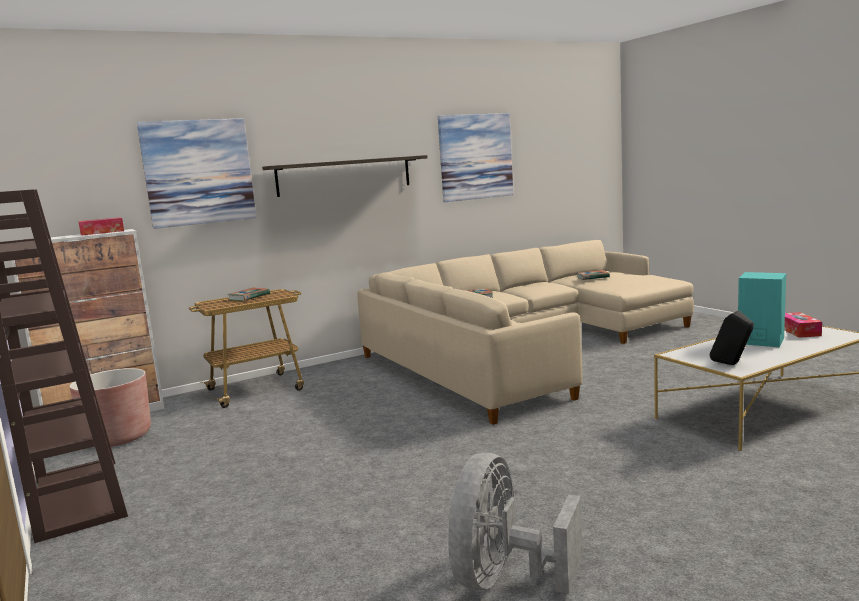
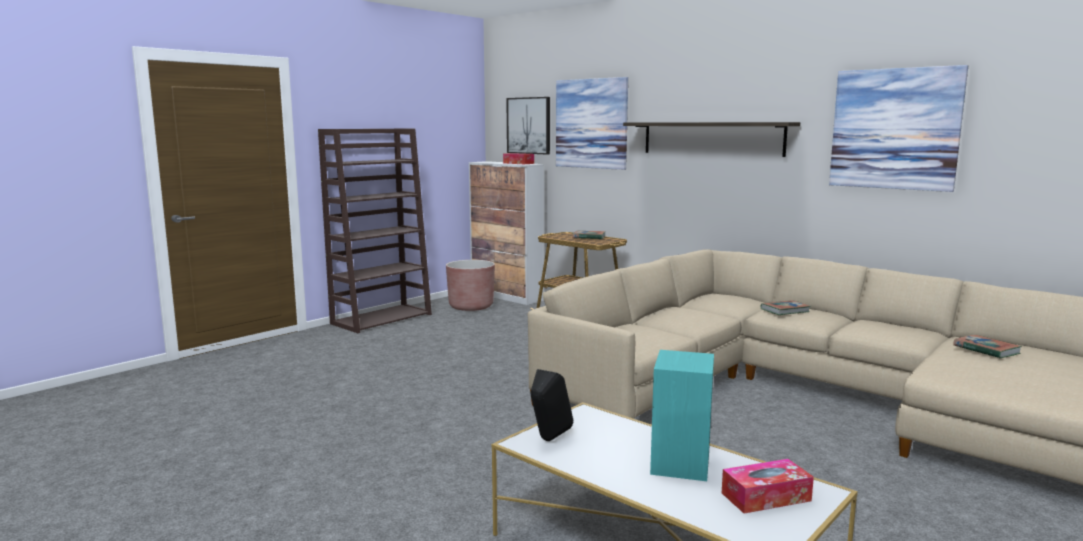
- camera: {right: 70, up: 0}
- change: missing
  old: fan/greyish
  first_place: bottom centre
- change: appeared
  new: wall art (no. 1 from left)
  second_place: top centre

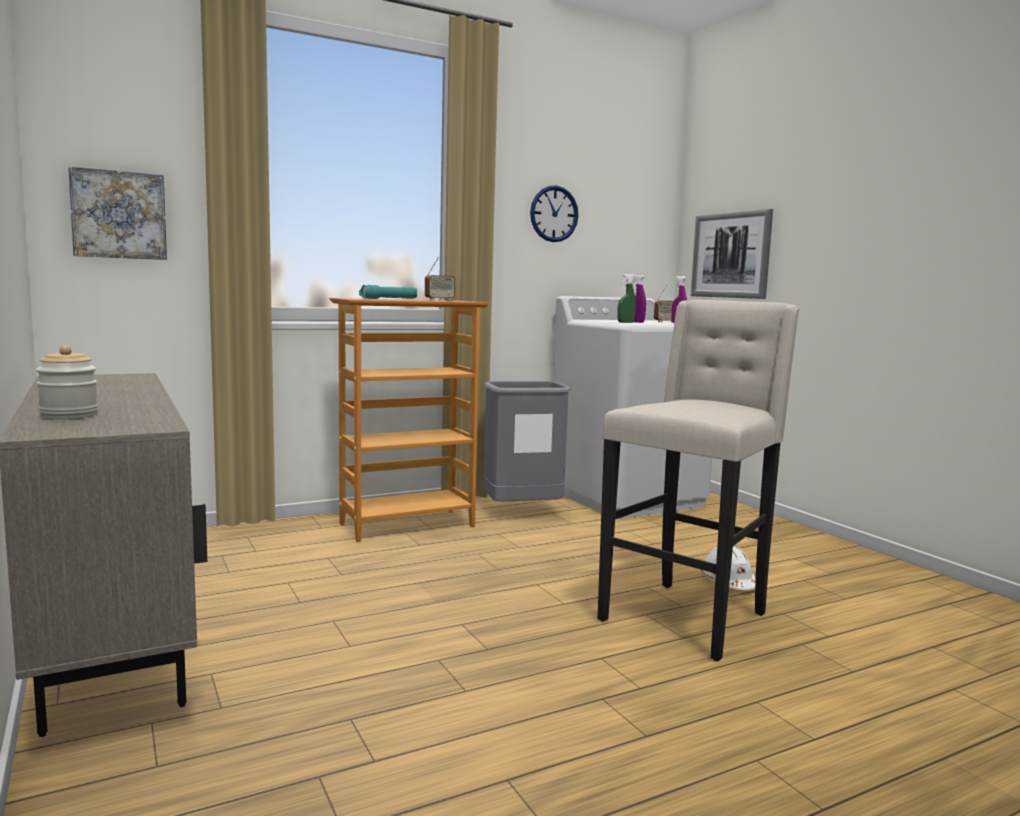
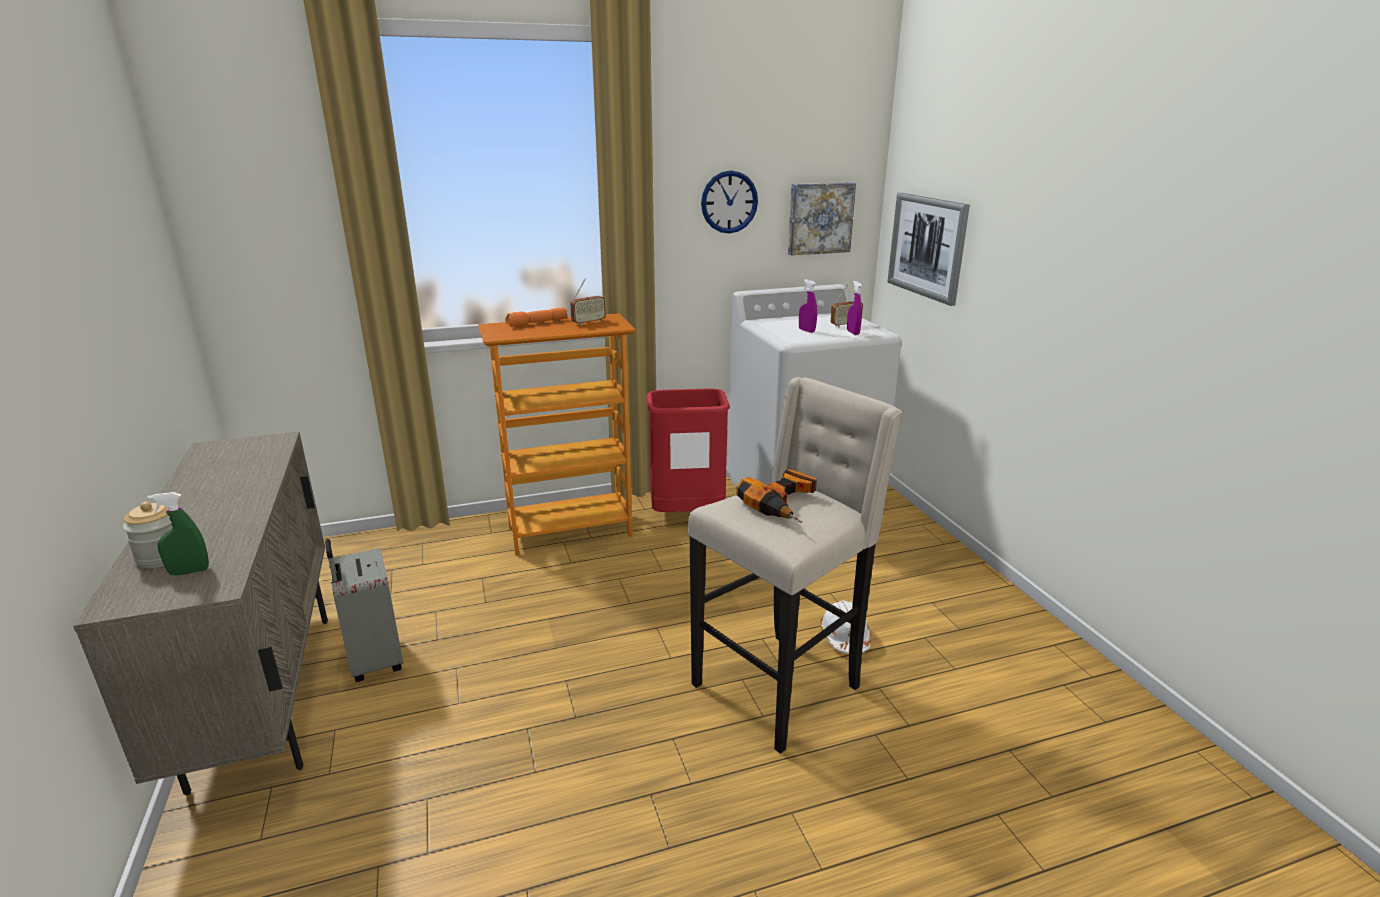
- camera: {right: 10, up: 15}
- change: appeared
  new: suitcase/greyish
  second_place: bottom left
- change: appeared
  new: electric drill
  second_place: centre
- change: relocated
  old: wall art (no. 1 from left)
  first_place: top left
  second_place: top centre
- change: relocated
  old: spray bottle/greenish
  first_place: centre
  second_place: middle left
- change: colour
  old: torch/blue-green
  new: torch/orangey
  first_place: centre
  second_place: centre
- change: colour
  old: waste bin/greyish
  new: waste bin/red-coloured
  first_place: centre
  second_place: centre

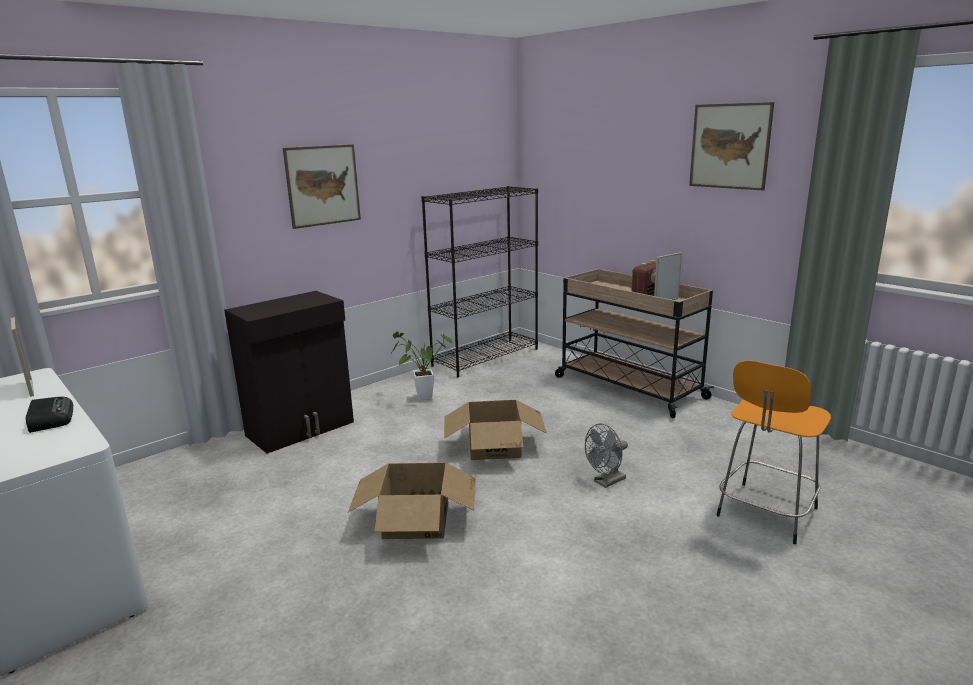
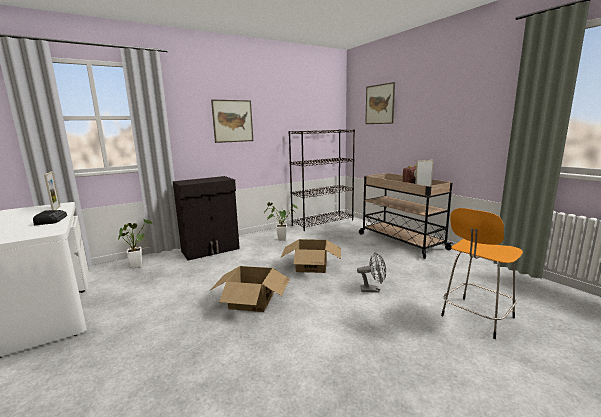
- camera: {right: 10, up: -5}
- change: appeared
  new: plant in a pot (no. 1 from left)
  second_place: middle left
- change: relocated
  old: wall art (no. 2 from left)
  first_place: top right
  second_place: top centre
- change: spun
  old: fan/greyish
  first_place: centre
  second_place: centre
  degrees: -150

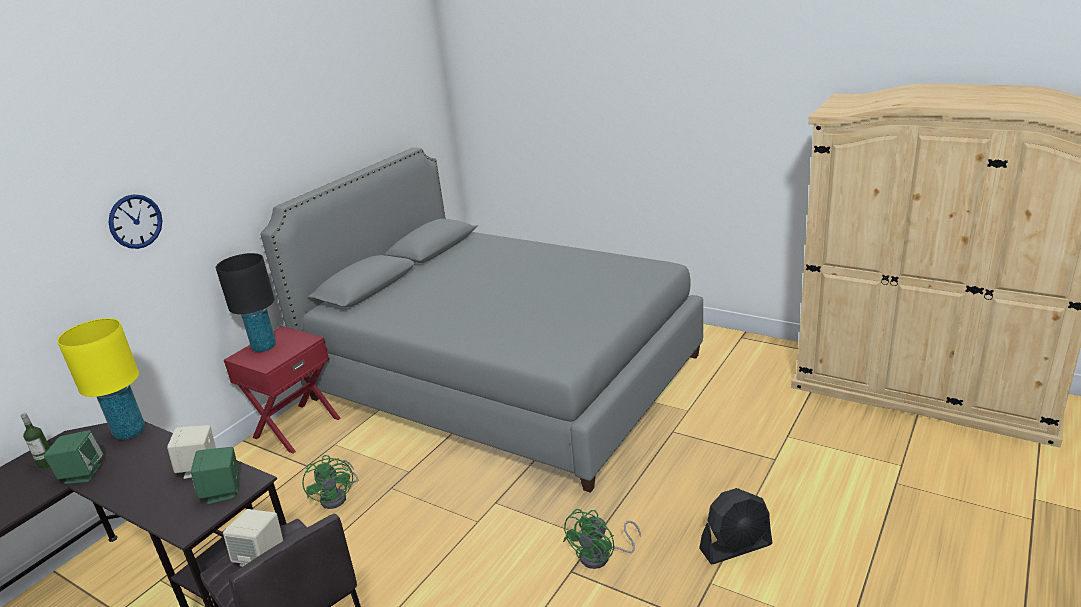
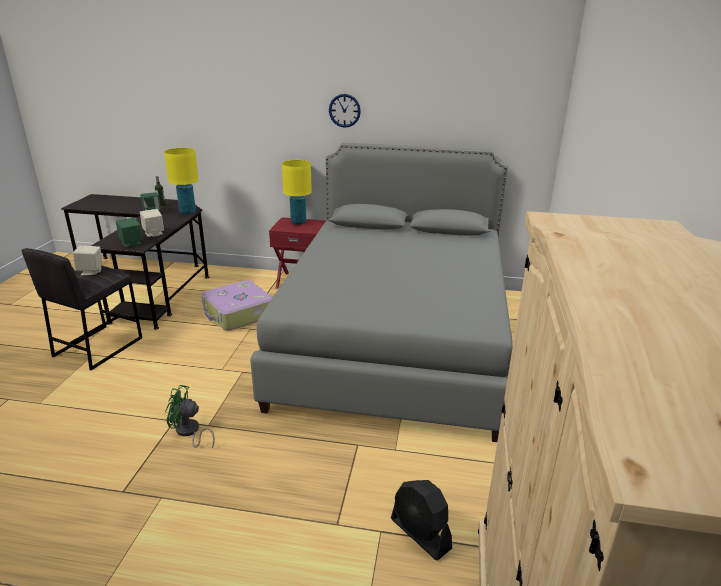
- camera: {right: 65, up: 0}
- change: relocated
  old: hanging clock
  first_place: middle left
  second_place: top centre
- change: relocated
  old: fan/black
  first_place: bottom right
  second_place: bottom centre
- change: exchanged
  old: fan/greenish (no. 1 from left)
  new: suitcase
  first_place: bottom left
  second_place: middle left
- change: colour
  old: tabletop lamp/black
  new: tabletop lamp/yellowish (no. 2 from left)
  first_place: middle left
  second_place: top centre

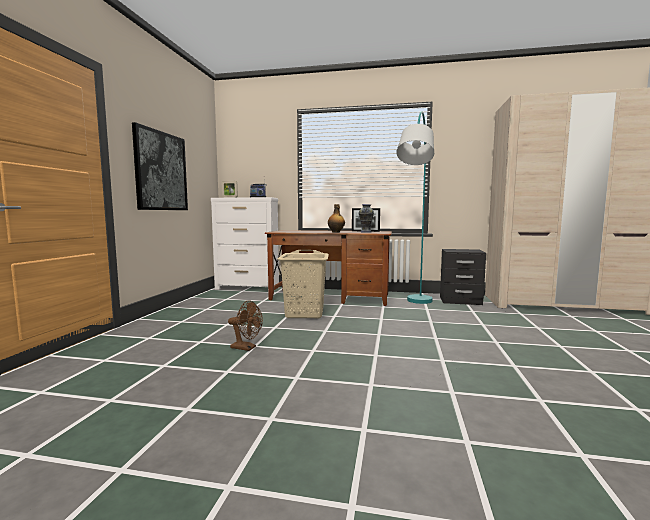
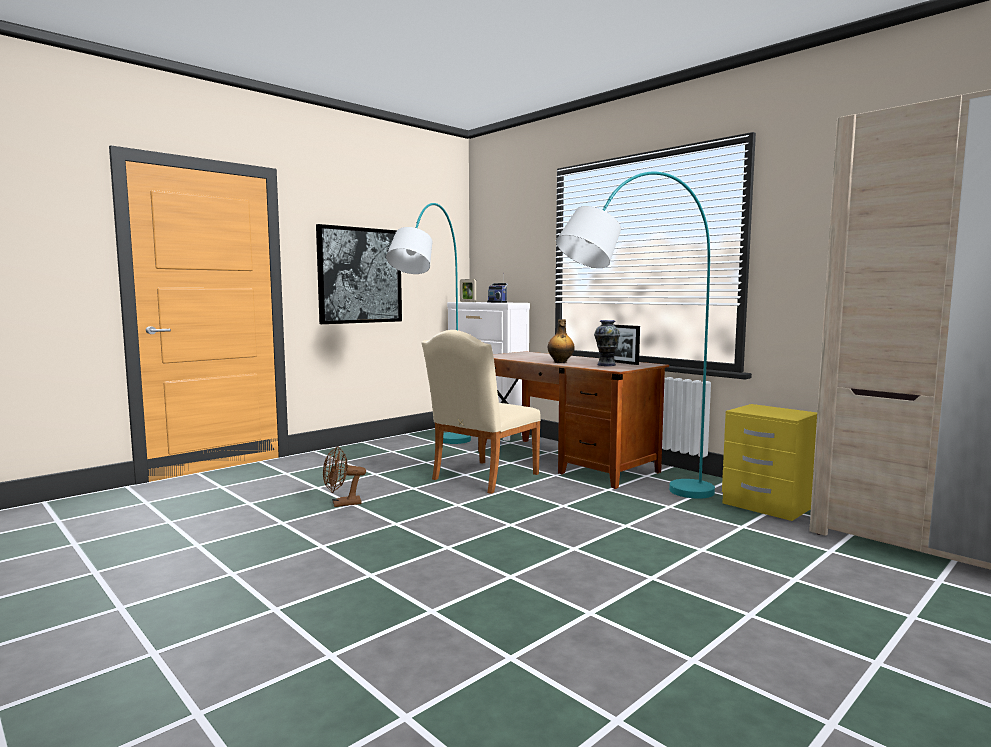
- camera: {right: 35, up: 0}
- change: appeared
  new: standing lamp/blue-green (no. 1 from left)
  second_place: centre
- change: exchanged
  old: hamper/beige-coloured
  new: upright chair/beige-coloured
  first_place: centre
  second_place: centre
- change: colour
  old: bedside table/black
  new: bedside table/yellowish
  first_place: middle right
  second_place: middle right
- change: spun
  old: fan/brown-coloured
  first_place: centre
  second_place: centre
  degrees: 105

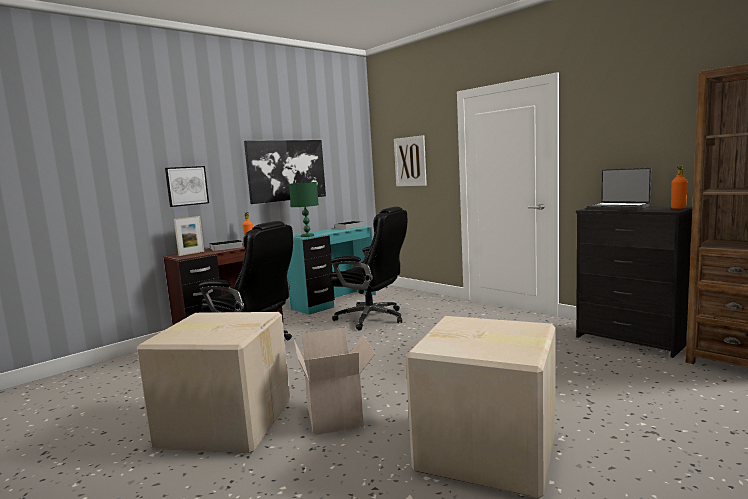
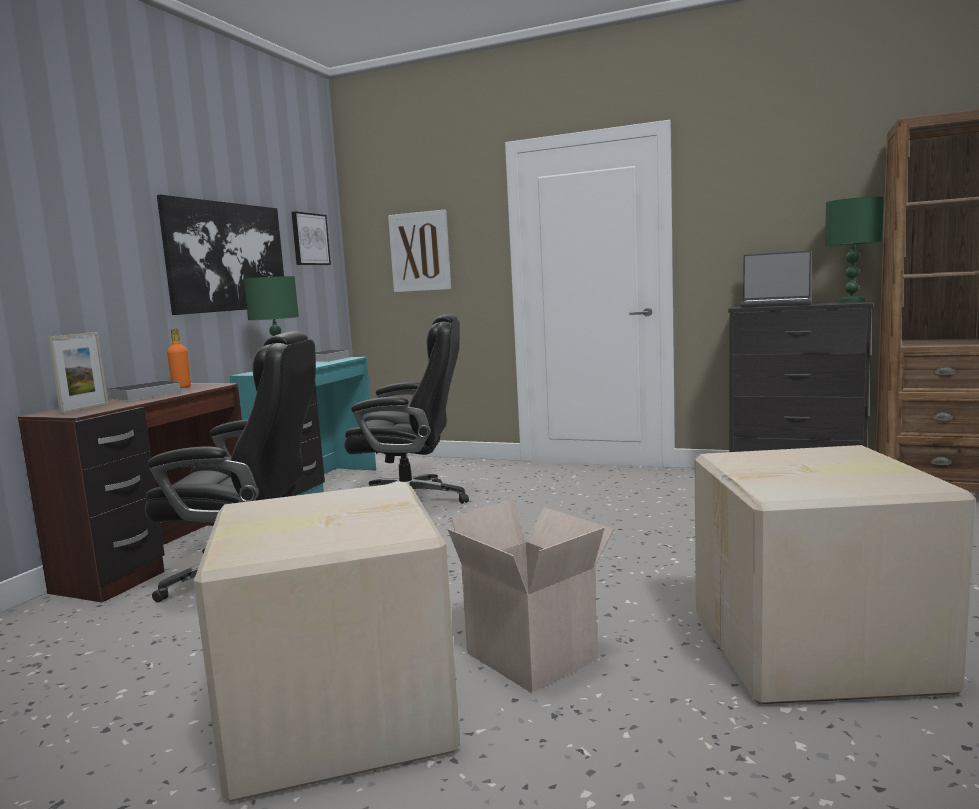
- camera: {right: -25, up: 0}
- change: relocated
  old: wall art (no. 1 from left in the first image)
  new: wall art (no. 2 from left)
  first_place: middle left
  second_place: top left
- change: exchanged
  old: drink bottle/orangey (no. 2 from left)
  new: tabletop lamp/greenish (no. 2 from left)
  first_place: middle right
  second_place: top right

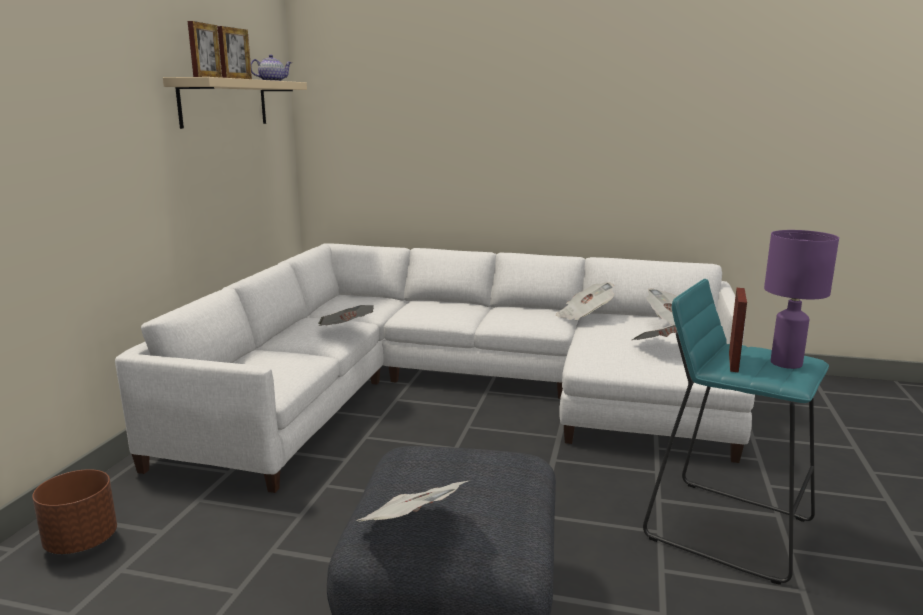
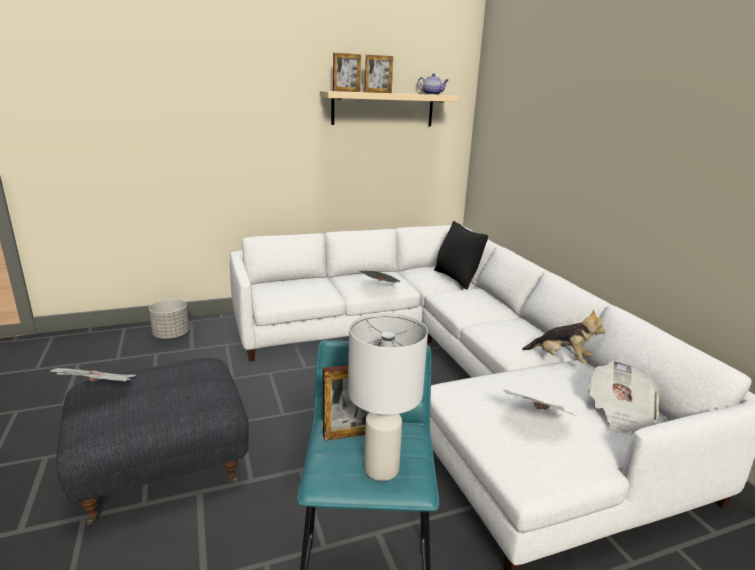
- camera: {right: 55, up: 5}
- change: appeared
  new: throw pillow/black
  second_place: centre
- change: exchanged
  old: printed paper (no. 3 from left)
  new: cuddly toy
  first_place: centre
  second_place: middle right
- change: colour
  old: plant pot/brown-coloured
  new: plant pot/greyish
  first_place: bottom left
  second_place: middle left
- change: colour
  old: tabletop lamp/purple
  new: tabletop lamp/white-coloured
  first_place: middle right
  second_place: bottom centre

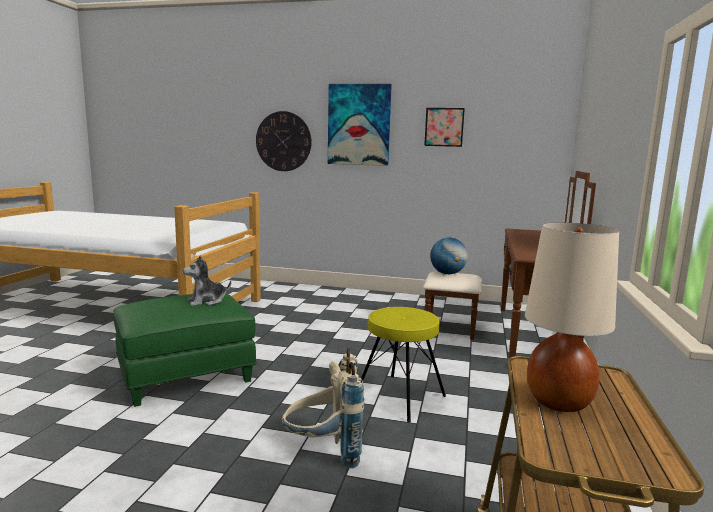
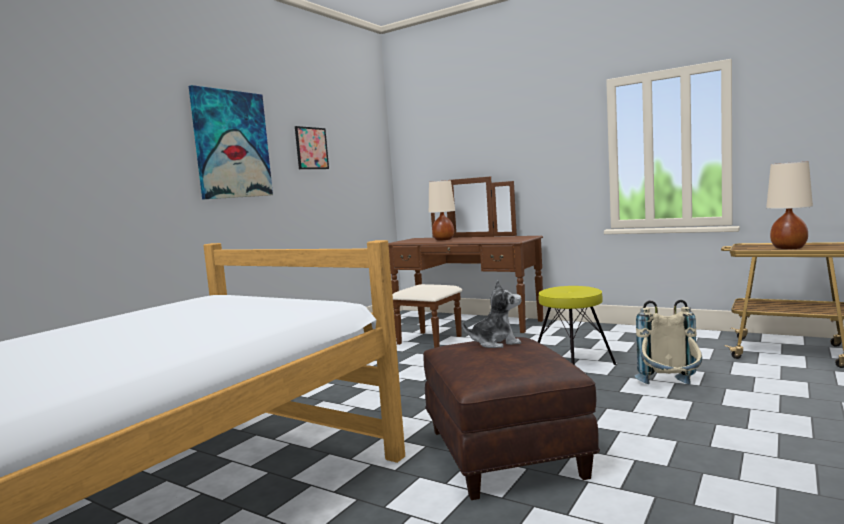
- camera: {right: -70, up: -5}
- change: missing
  old: hanging clock
  first_place: top centre
- change: missing
  old: desk globe
  first_place: centre
- change: appeared
  new: tabletop lamp/beige-coloured (no. 1 from left)
  second_place: centre
- change: colour
  old: footrest/greenish
  new: footrest/brown-coloured
  first_place: bottom left
  second_place: bottom centre
- change: spun
  old: cuddly toy
  first_place: middle left
  second_place: centre
  degrees: -90

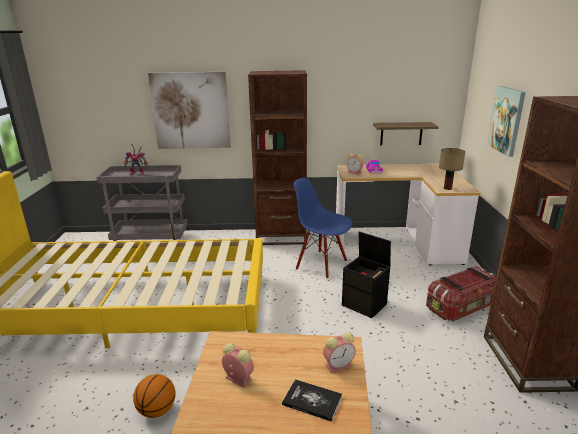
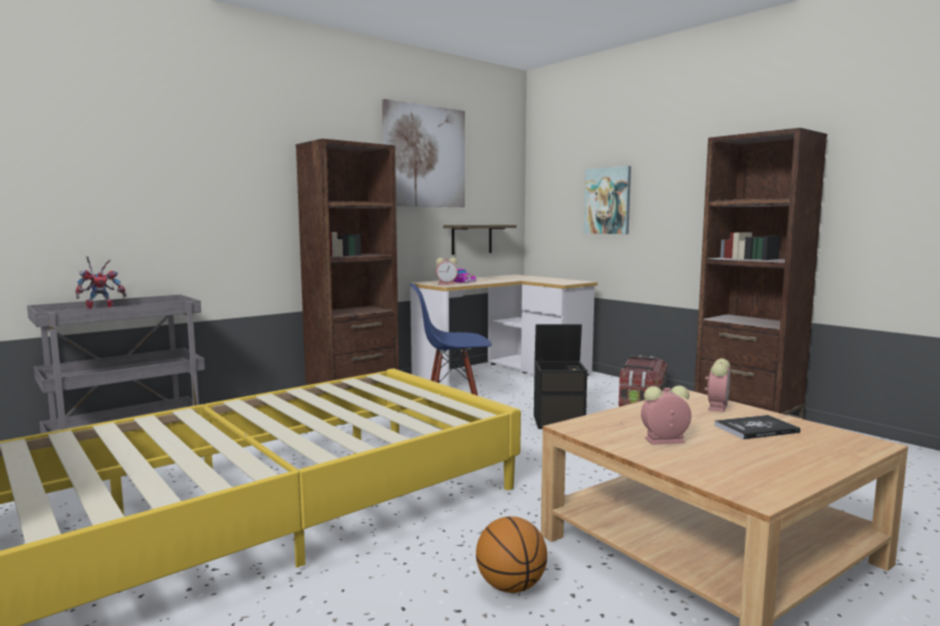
- camera: {right: -40, up: -15}
- change: missing
  old: tabletop lamp
  first_place: middle right
- change: relocated
  old: wall art (no. 1 from left)
  first_place: top left
  second_place: top centre

